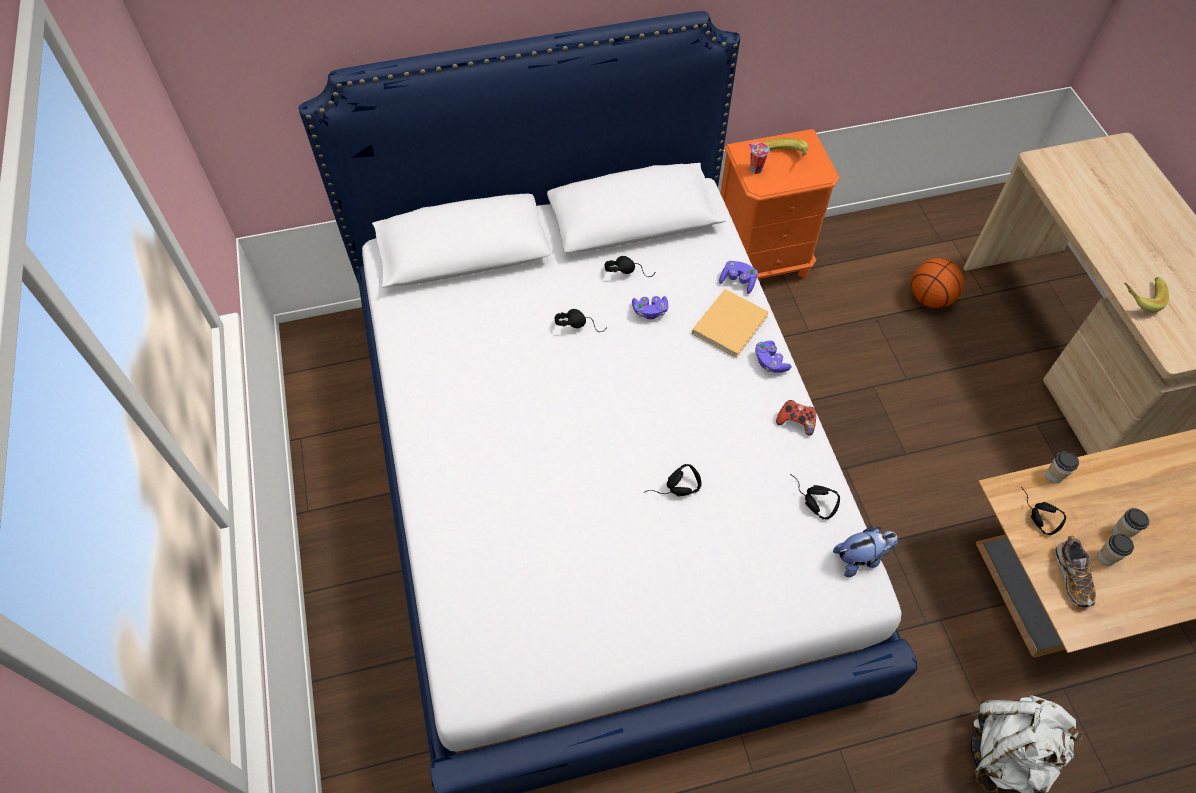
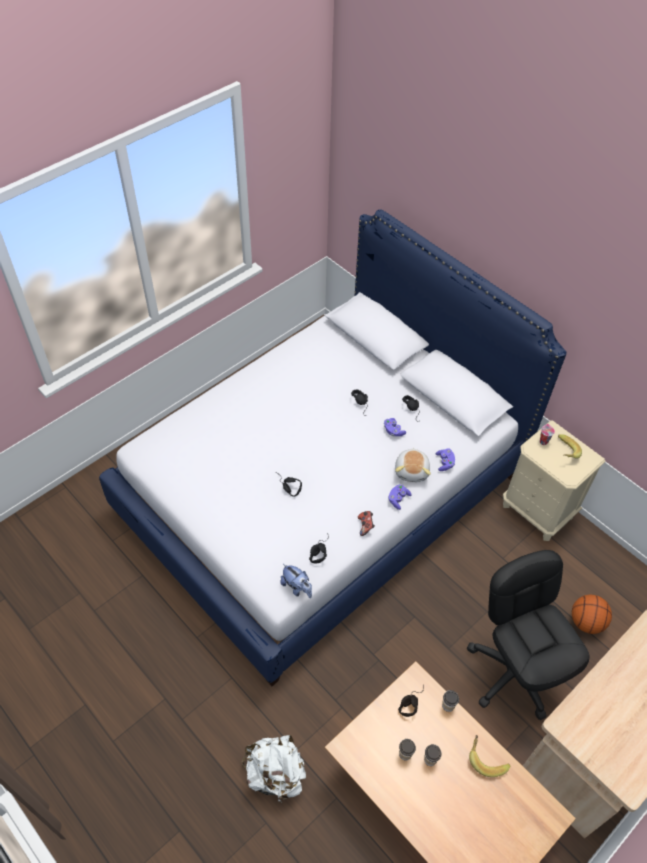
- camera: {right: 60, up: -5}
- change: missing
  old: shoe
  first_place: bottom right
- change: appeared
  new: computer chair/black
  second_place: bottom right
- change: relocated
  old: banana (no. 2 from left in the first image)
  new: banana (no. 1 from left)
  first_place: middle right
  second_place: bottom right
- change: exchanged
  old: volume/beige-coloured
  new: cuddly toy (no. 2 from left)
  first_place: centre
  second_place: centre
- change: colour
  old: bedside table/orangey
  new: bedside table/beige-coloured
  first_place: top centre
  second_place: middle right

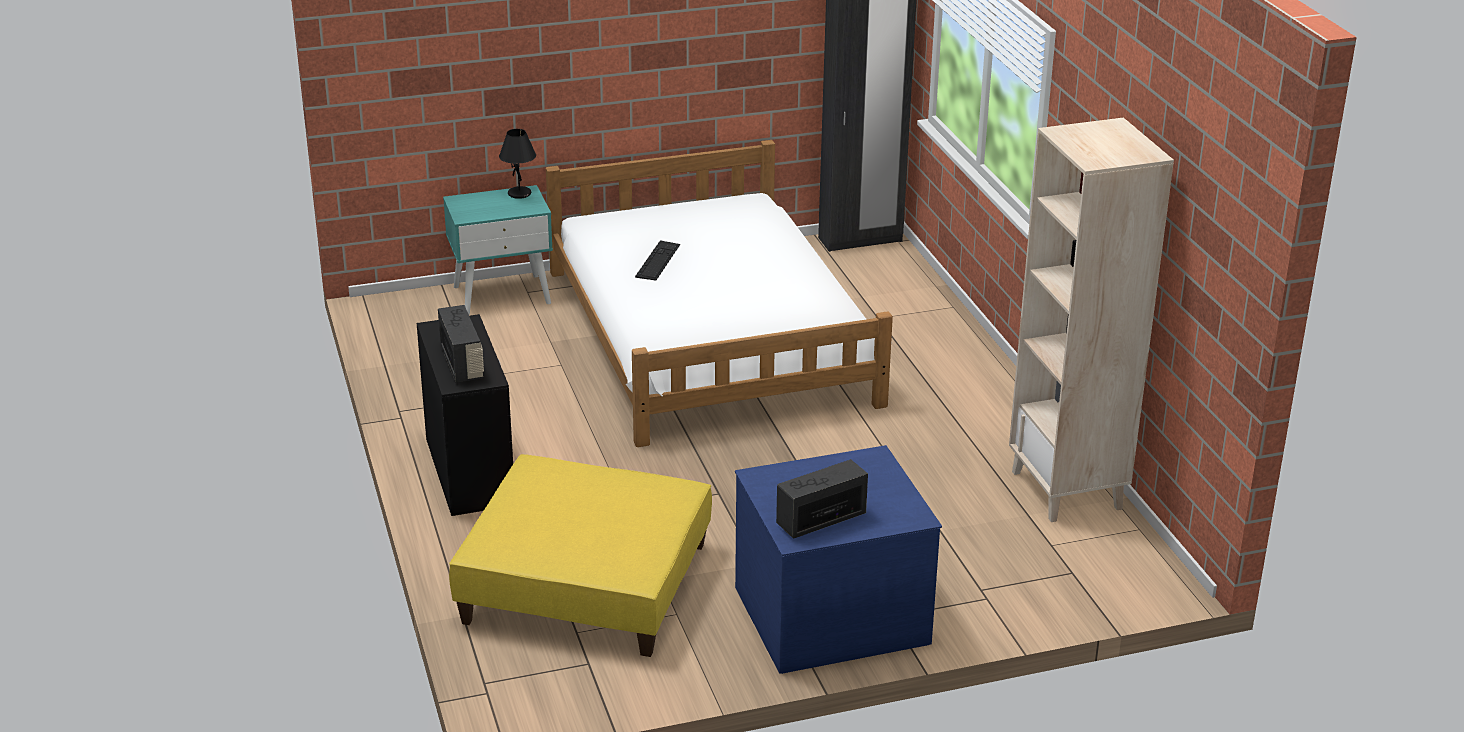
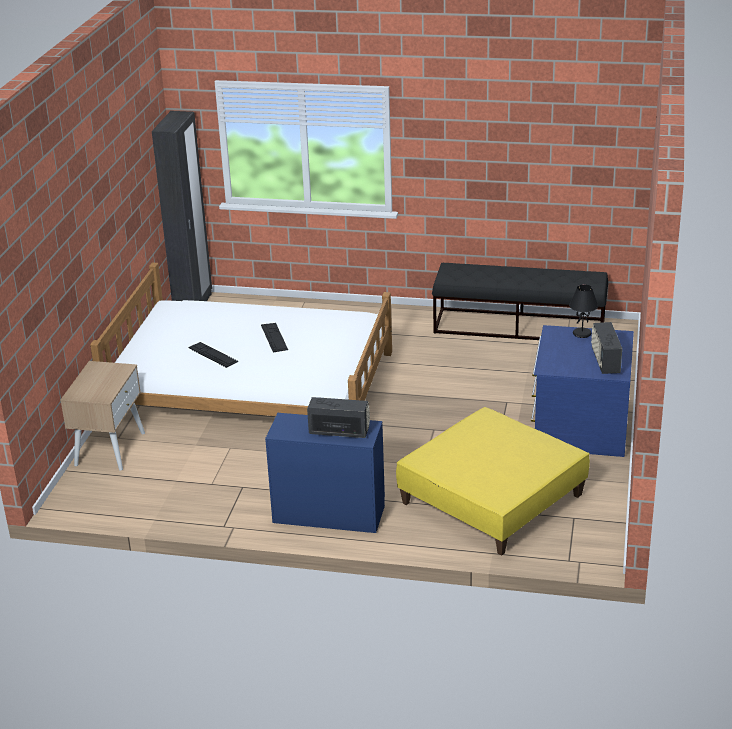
- camera: {right: -60, up: 0}
- change: appeared
  new: PC keyboard (no. 2 from left)
  second_place: centre
- change: relocated
  old: tabletop lamp/black
  first_place: top centre
  second_place: middle right
- change: exchanged
  old: bookcase/beige-coloured
  new: indoor bench/black
  first_place: middle right
  second_place: middle right
- change: colour
  old: chest of drawers/black
  new: chest of drawers/bluish (no. 1 from left)
  first_place: middle left
  second_place: centre
- change: colour
  old: bedside table/blue-green
  new: bedside table/beige-coloured
  first_place: centre
  second_place: middle left

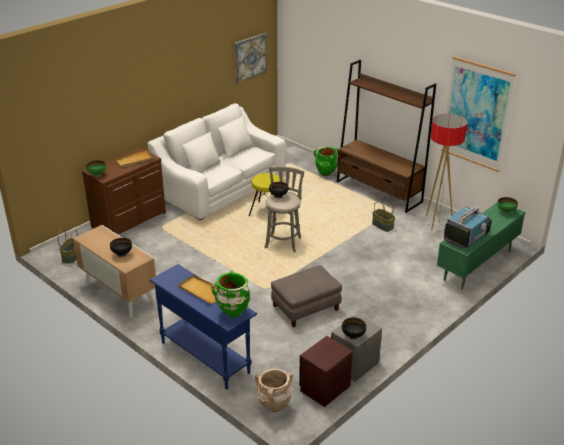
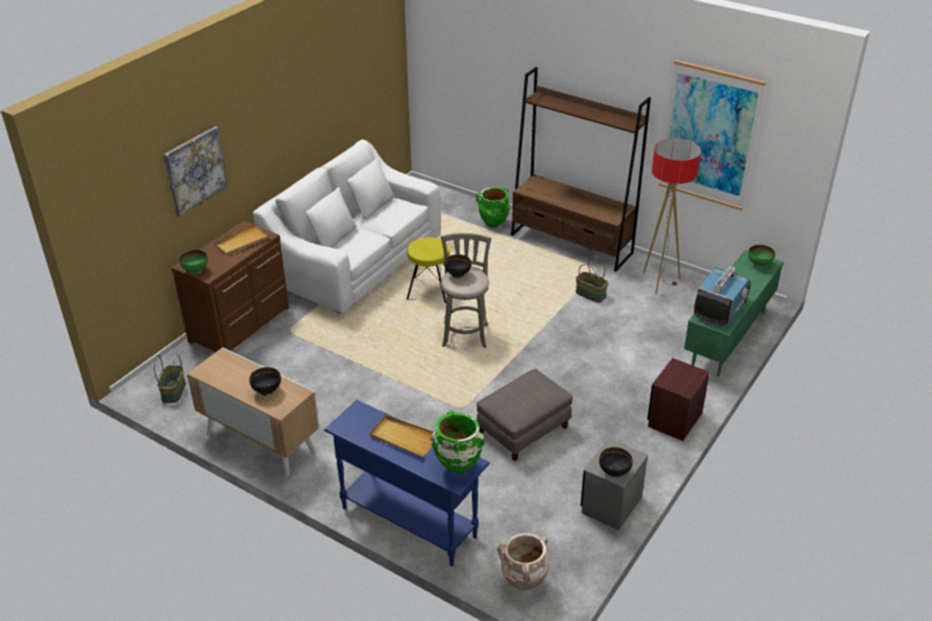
- camera: {right: -10, up: 5}
- change: relocated
  old: wall art (no. 1 from left)
  first_place: top centre
  second_place: top left
- change: relocated
  old: bedside table/brown-coloured
  first_place: bottom centre
  second_place: middle right

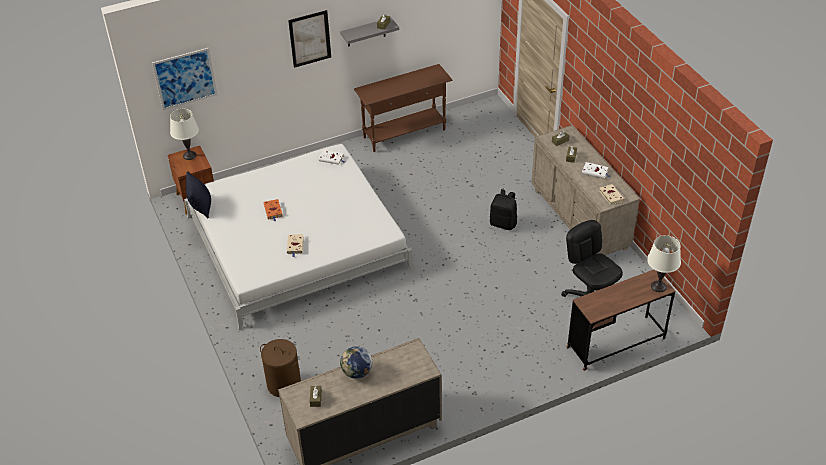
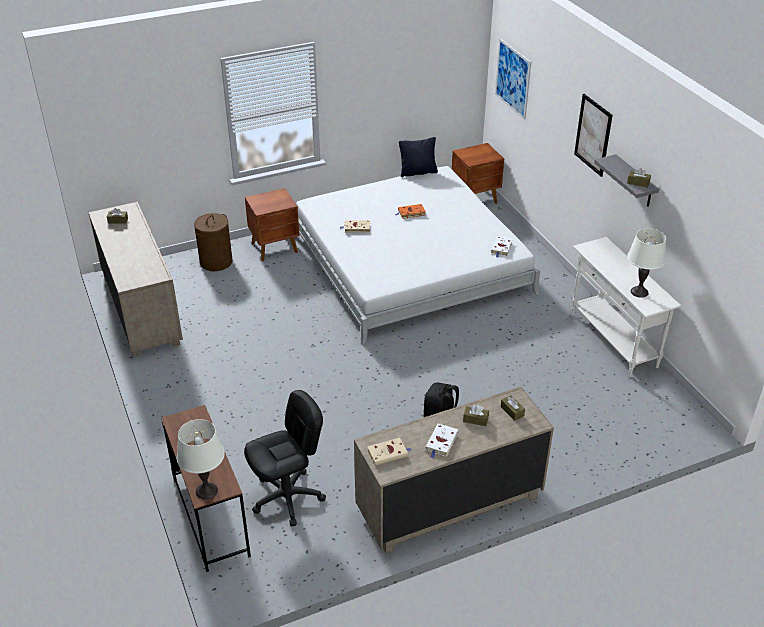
- camera: {right: 90, up: -5}
- change: missing
  old: desk globe
  first_place: bottom centre
- change: appeared
  new: bedside table/brown-coloured (no. 1 from left)
  second_place: centre
- change: relocated
  old: tabletop lamp/white-coloured (no. 1 from left in the first image)
  new: tabletop lamp/white-coloured (no. 2 from left)
  first_place: top left
  second_place: middle right
- change: colour
  old: console table/brown-coloured
  new: console table/white-coloured
  first_place: top centre
  second_place: middle right

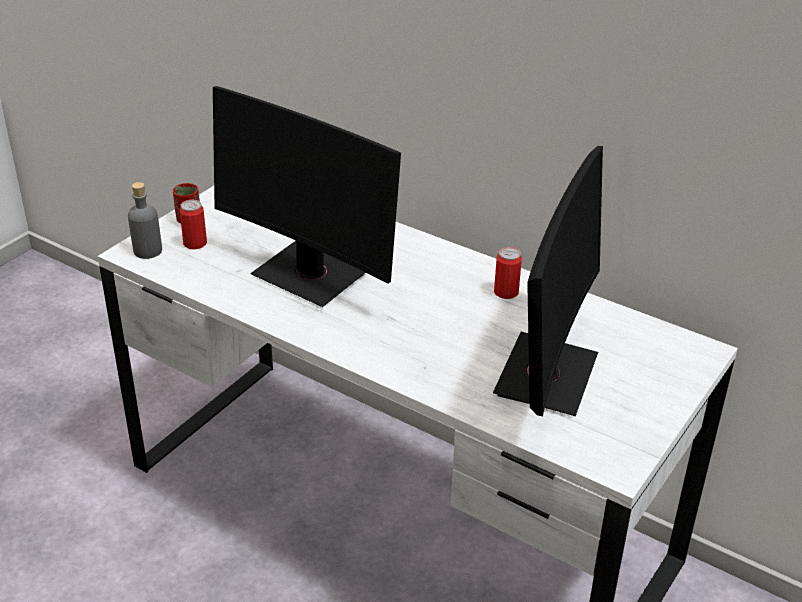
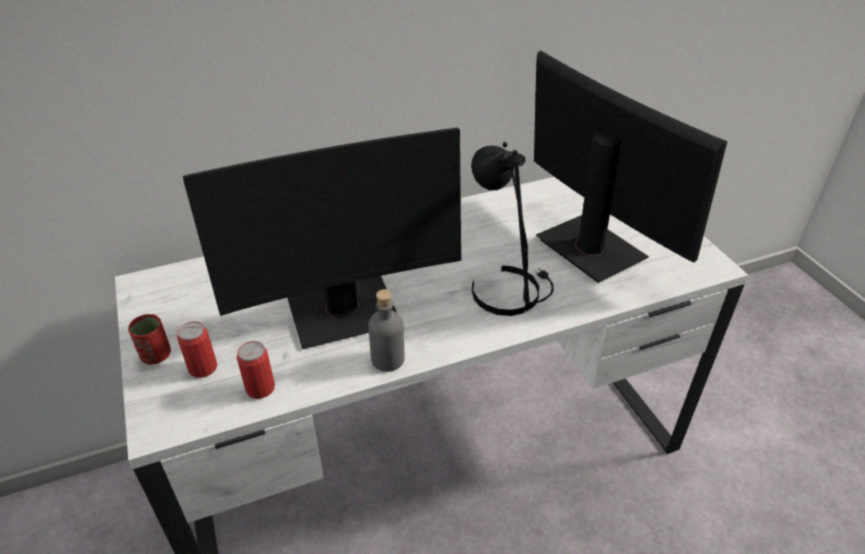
- camera: {right: -55, up: 5}
- change: appeared
  new: tabletop lamp/black
  second_place: centre
- change: relocated
  old: drink bottle/greyish
  first_place: middle left
  second_place: centre
- change: relocated
  old: sealed can (no. 2 from left)
  first_place: centre
  second_place: bottom left

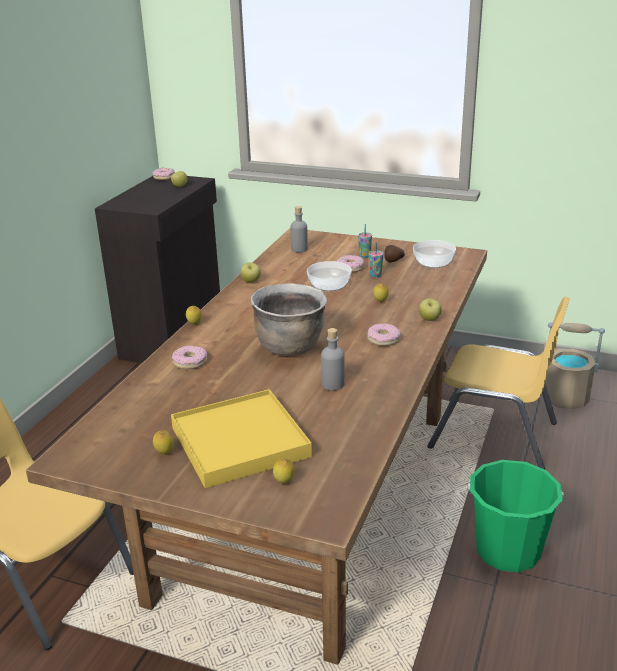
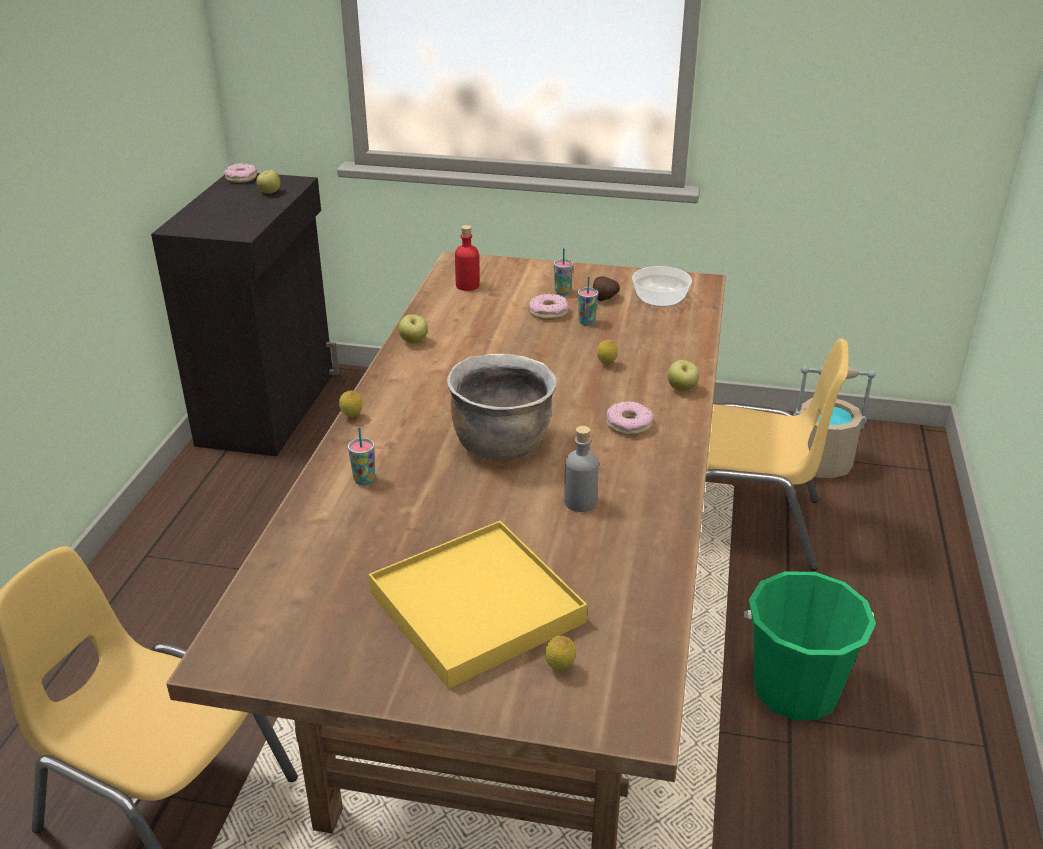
- camera: {right: -10, up: 5}
- change: missing
  old: citrus fruit (no. 1 from left)
  first_place: middle left
- change: missing
  old: deep dish (no. 1 from left)
  first_place: centre
- change: exchanged
  old: doughnut (no. 2 from left)
  new: cup (no. 1 from left)
  first_place: middle left
  second_place: centre
- change: colour
  old: drink bottle/greyish (no. 1 from left)
  new: drink bottle/red-coloured
  first_place: centre
  second_place: top centre

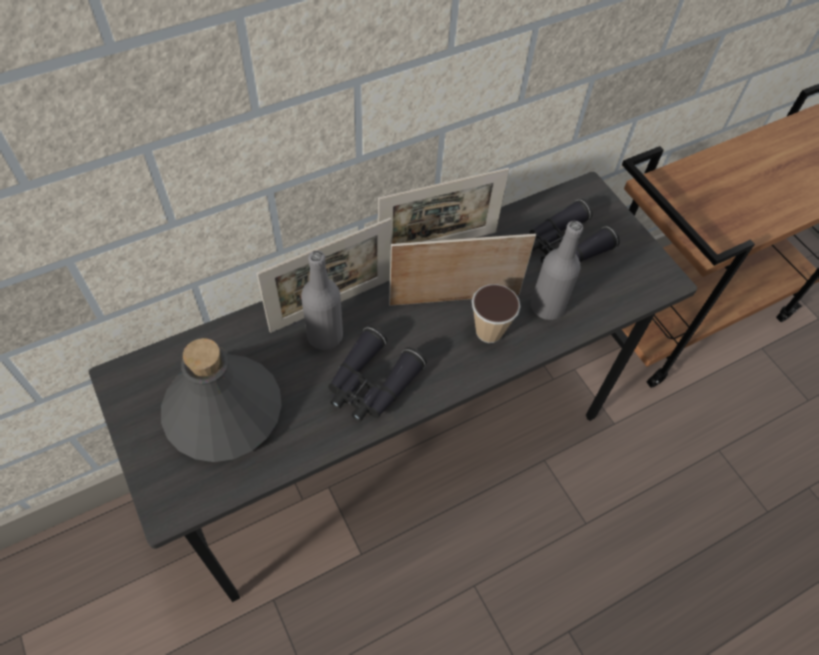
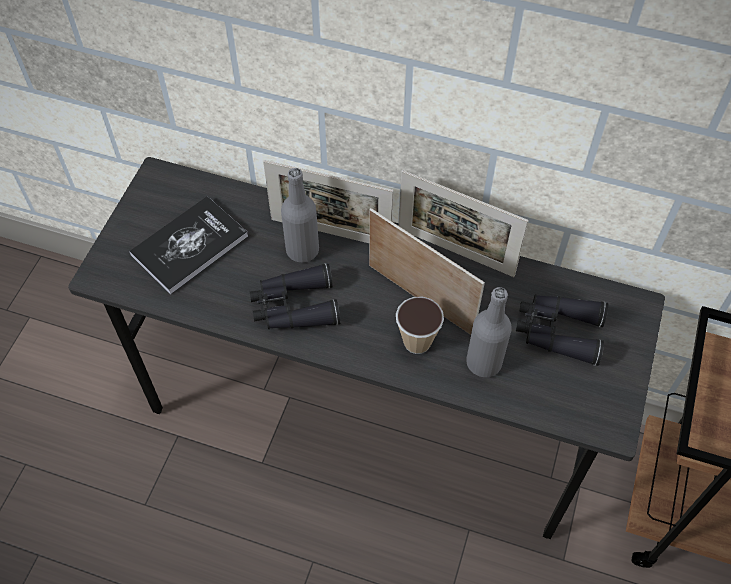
- camera: {right: 50, up: 0}
- change: exchanged
  old: drink bottle/greyish (no. 1 from left)
  new: volume
  first_place: middle left
  second_place: middle left

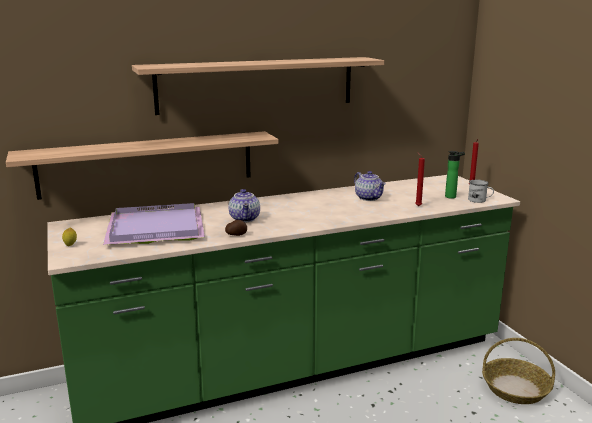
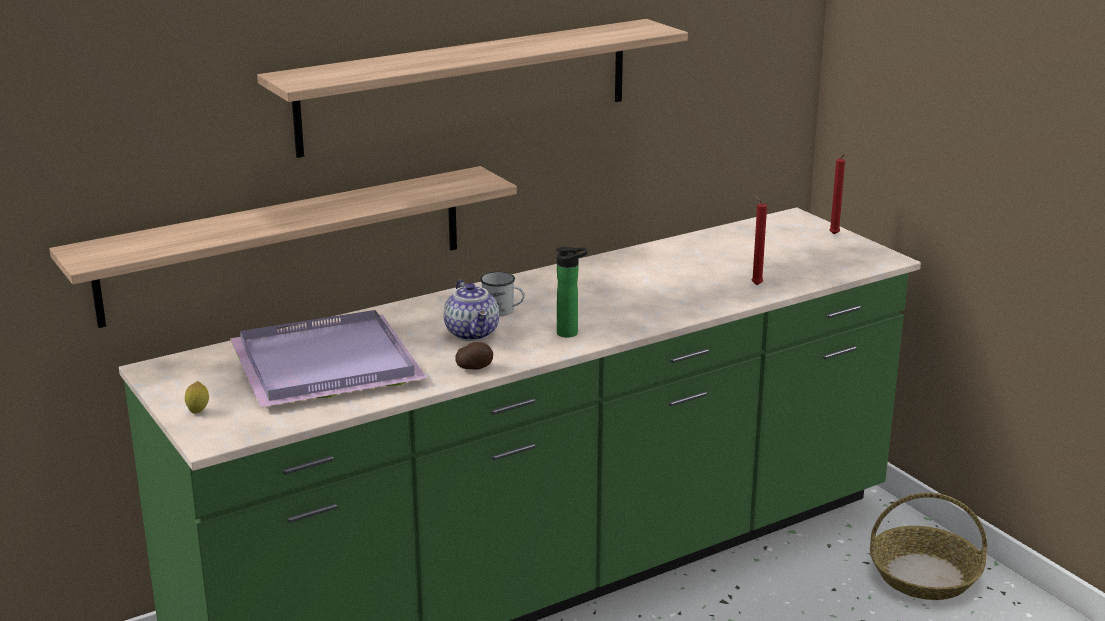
- camera: {right: -10, up: 5}
- change: missing
  old: pot for tea (no. 2 from left)
  first_place: centre
- change: relocated
  old: drink bottle
  first_place: middle right
  second_place: centre
- change: relocated
  old: coffee mug/white-coloured
  first_place: middle right
  second_place: centre

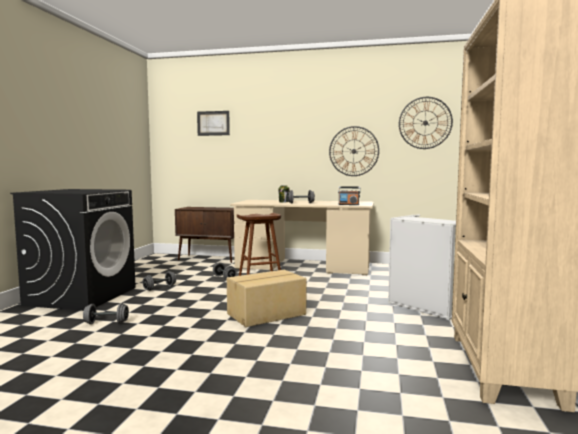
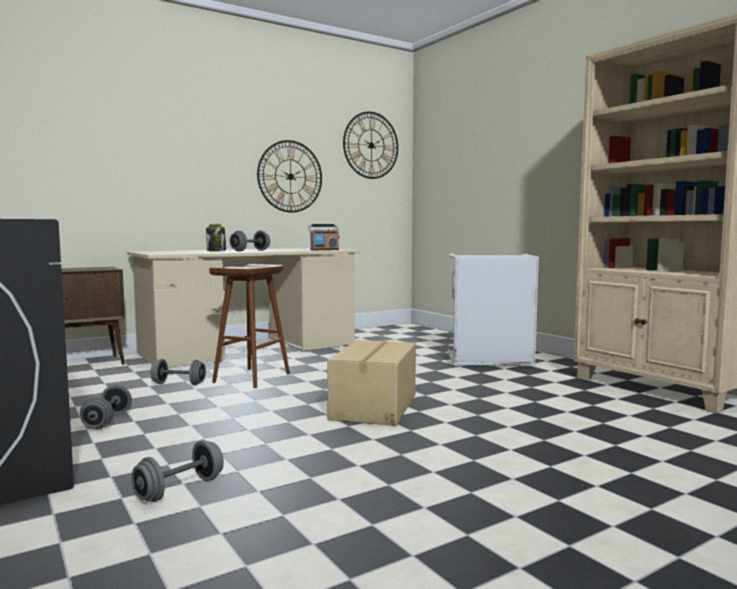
- camera: {right: -45, up: 0}
- change: missing
  old: wall art
  first_place: top centre

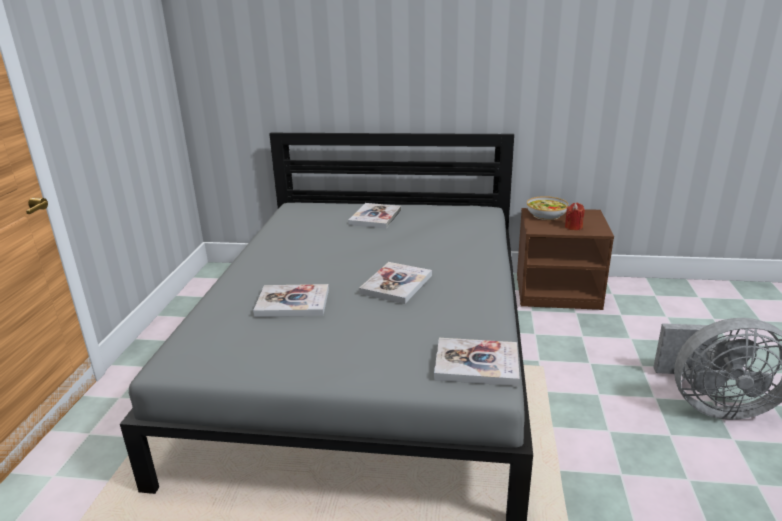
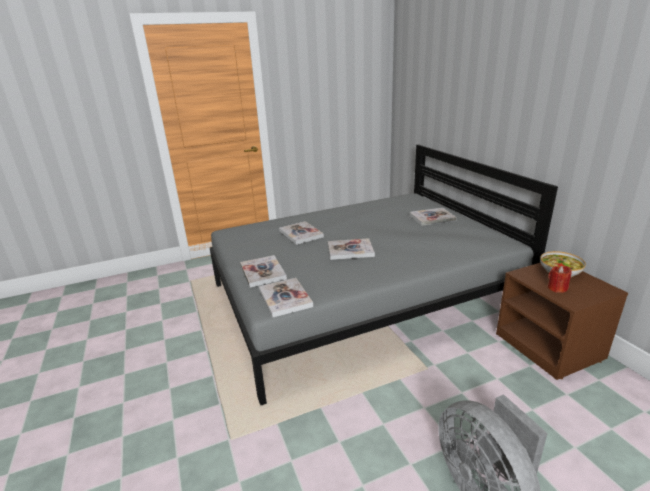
- camera: {right: 60, up: 0}
- change: appeared
  new: volume (no. 1 from left)
  second_place: centre

